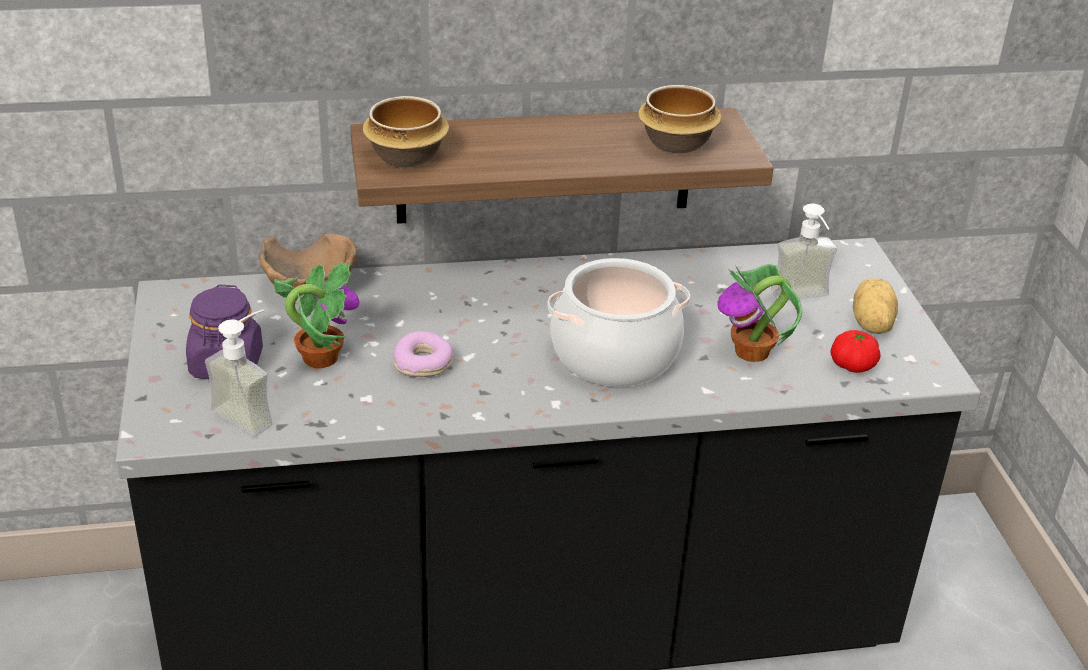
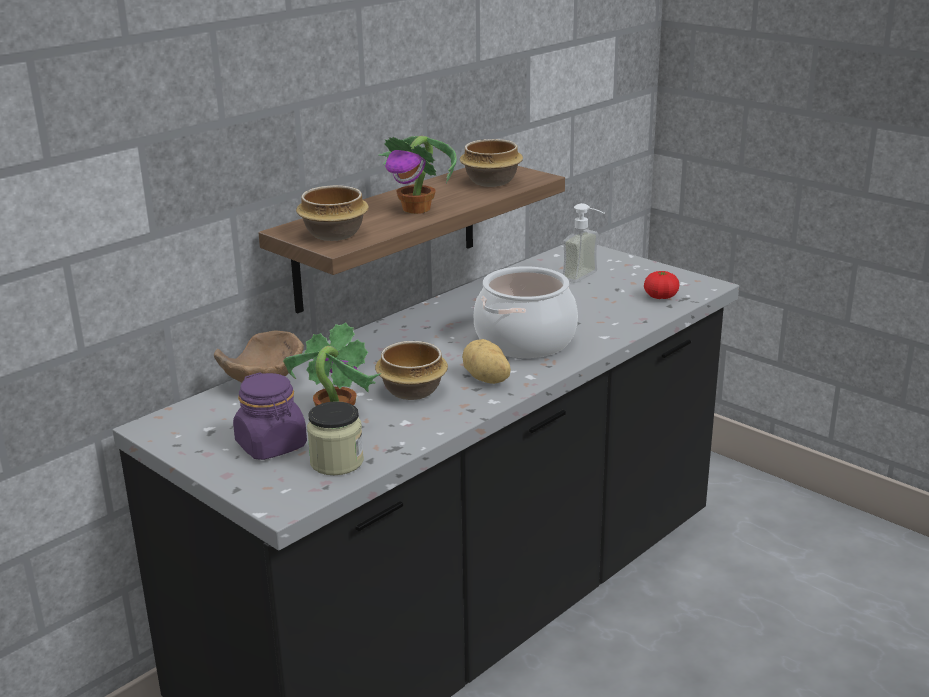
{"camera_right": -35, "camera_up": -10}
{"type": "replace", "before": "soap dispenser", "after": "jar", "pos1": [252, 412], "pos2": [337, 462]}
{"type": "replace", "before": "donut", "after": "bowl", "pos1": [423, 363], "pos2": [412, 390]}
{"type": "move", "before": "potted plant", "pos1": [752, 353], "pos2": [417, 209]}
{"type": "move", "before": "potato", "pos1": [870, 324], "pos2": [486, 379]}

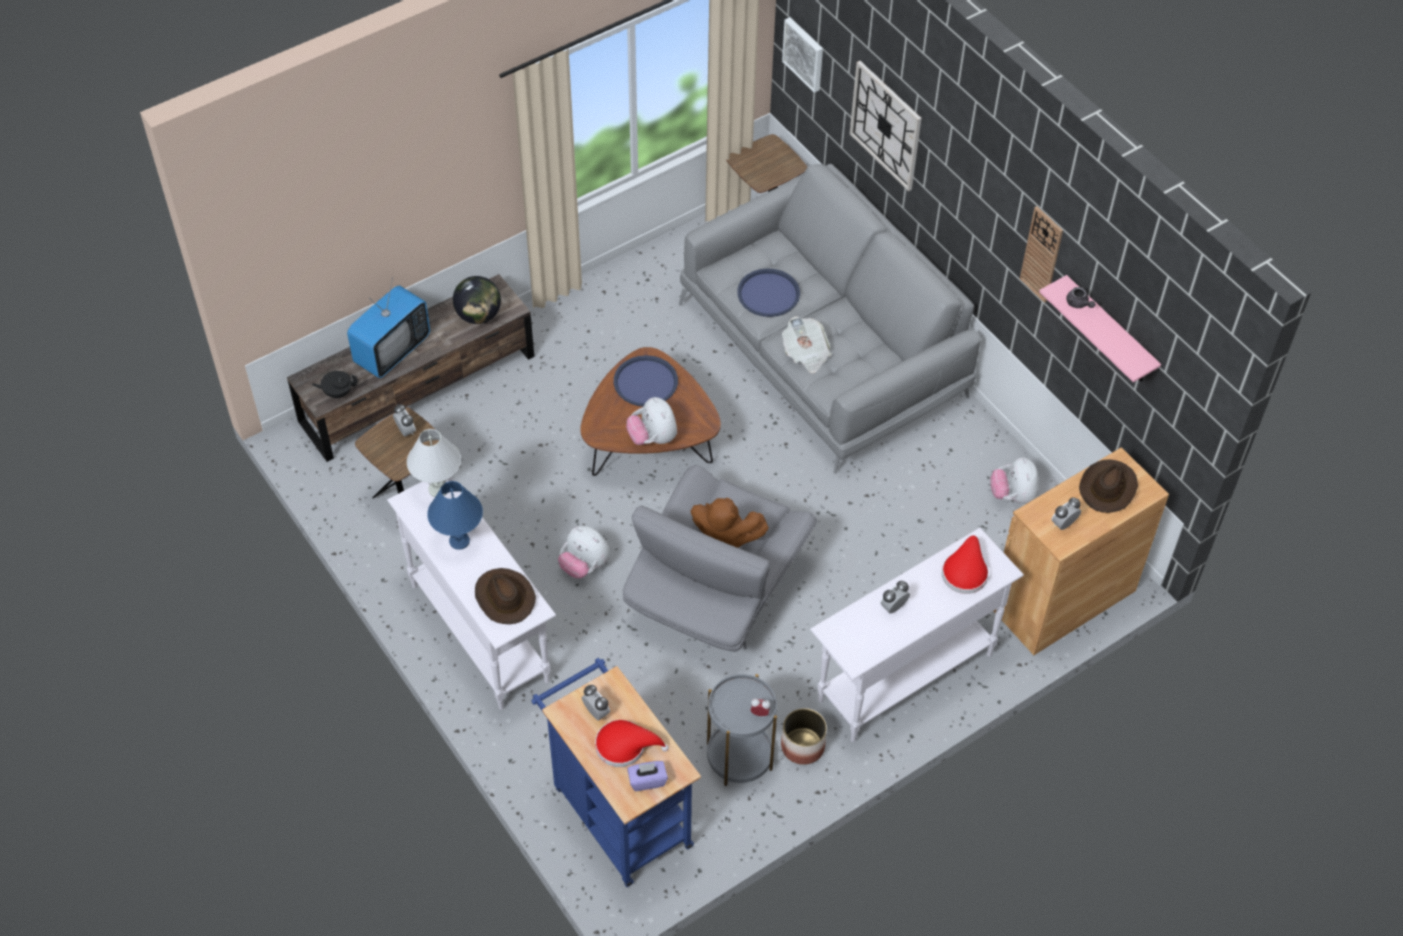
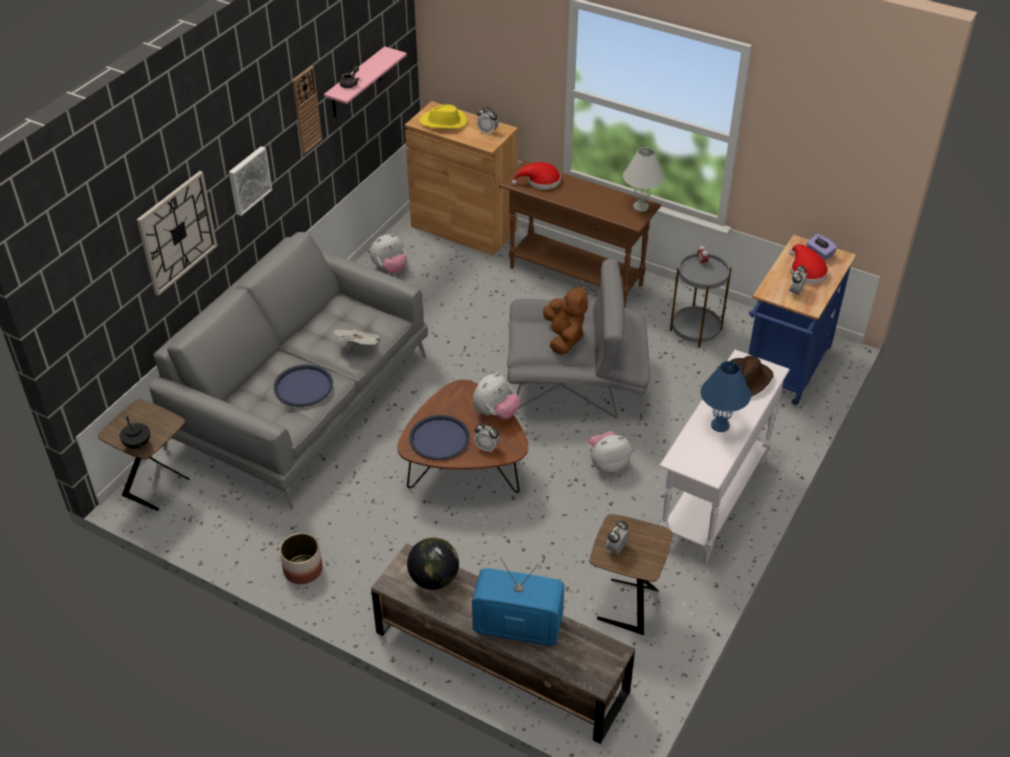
{"camera_right": -115, "camera_up": -10}
{"type": "move", "before": "teapot in black", "pos1": [337, 392], "pos2": [137, 445]}
{"type": "move", "before": "picture", "pos1": [804, 53], "pos2": [248, 180]}
{"type": "move", "before": "planter", "pos1": [803, 746], "pos2": [302, 569]}
{"type": "recolor", "before": "hat in brown", "after": "hat in yellow", "pos1": [1108, 487], "pos2": [443, 122]}
{"type": "move", "before": "alarm clock", "pos1": [893, 607], "pos2": [487, 447]}
{"type": "recolor", "before": "console table in white", "after": "console table in brown", "pos1": [904, 677], "pos2": [576, 277]}
{"type": "rotate", "before": "plush toy", "pos1": [584, 565], "pos2": [607, 464], "turn": -120}
{"type": "move", "before": "table lamp in white", "pos1": [438, 489], "pos2": [641, 207]}

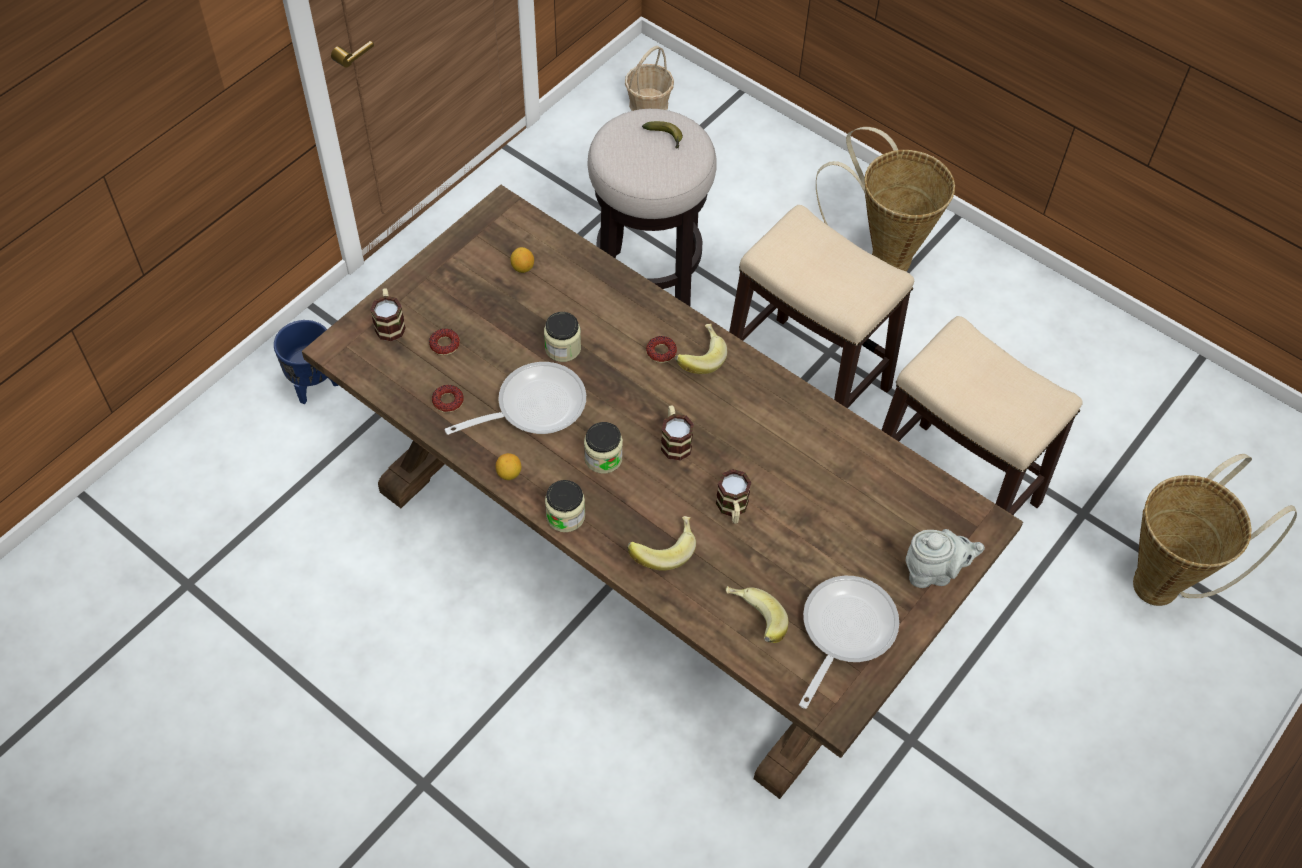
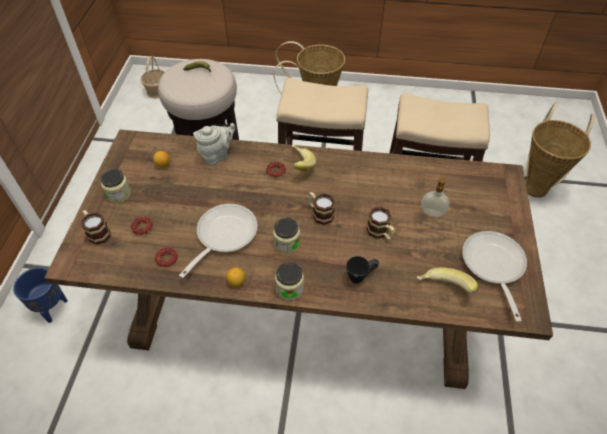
{"camera_right": -30, "camera_up": -5}
{"type": "move", "before": "jar", "pos1": [563, 348], "pos2": [119, 194]}
{"type": "move", "before": "teapot in grey", "pos1": [933, 572], "pos2": [217, 155]}
{"type": "replace", "before": "banana", "after": "mug in black", "pos1": [662, 549], "pos2": [361, 276]}
{"type": "insert", "after": "soap dispenser", "pos2": [432, 214]}

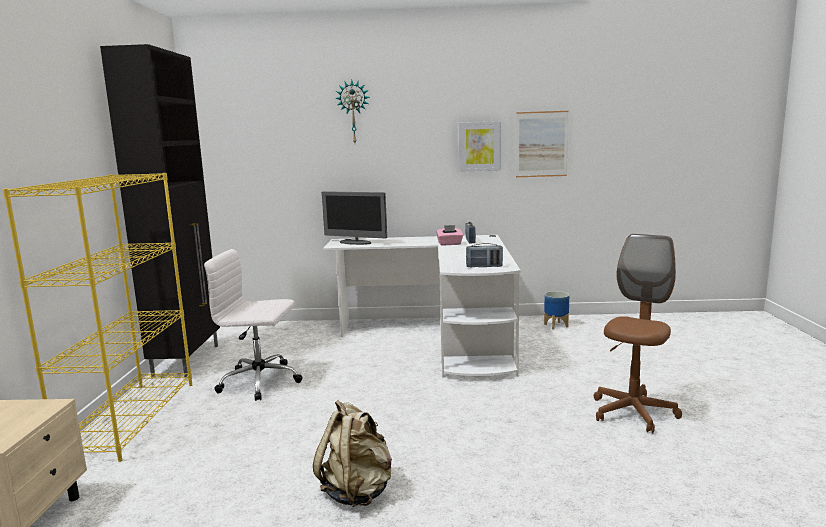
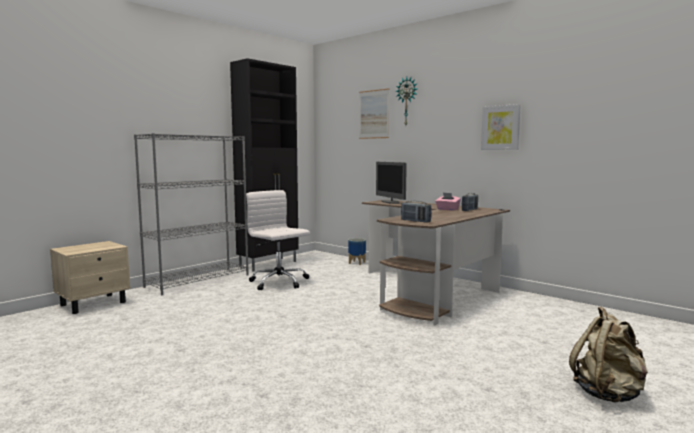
{"camera_right": 40, "camera_up": -5}
{"type": "recolor", "before": "bookcase in yellow", "after": "bookcase in grey", "pos1": [131, 418], "pos2": [198, 280]}
{"type": "move", "before": "planter", "pos1": [556, 325], "pos2": [357, 263]}
{"type": "move", "before": "picture", "pos1": [541, 144], "pos2": [374, 114]}
{"type": "recolor", "before": "desk in white", "after": "desk in brown", "pos1": [441, 339], "pos2": [430, 290]}
{"type": "move", "before": "backpack in beige", "pos1": [357, 491], "pos2": [608, 394]}
{"type": "delete", "before": "office chair in brown", "pos1": [633, 412]}

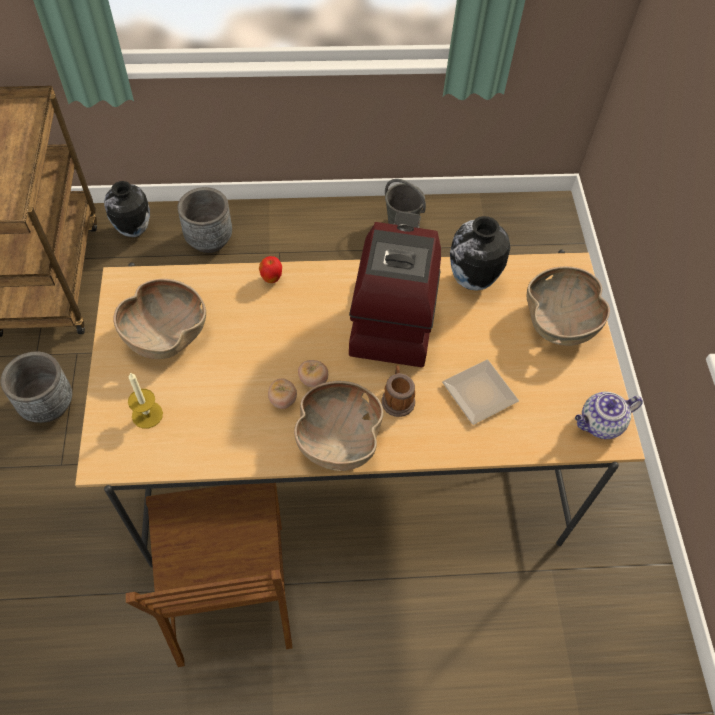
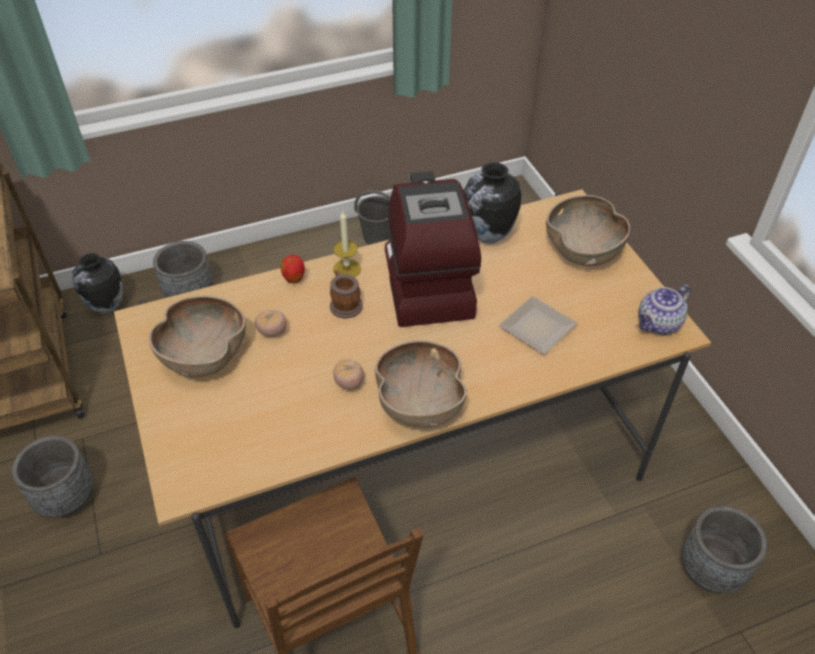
{"camera_right": -15, "camera_up": -10}
{"type": "move", "before": "tomato", "pos1": [313, 380], "pos2": [272, 331]}
{"type": "move", "before": "mug", "pos1": [397, 398], "pos2": [344, 304]}
{"type": "move", "before": "candle", "pos1": [147, 414], "pos2": [347, 269]}
{"type": "insert", "after": "planter in grey", "pos2": [711, 570]}

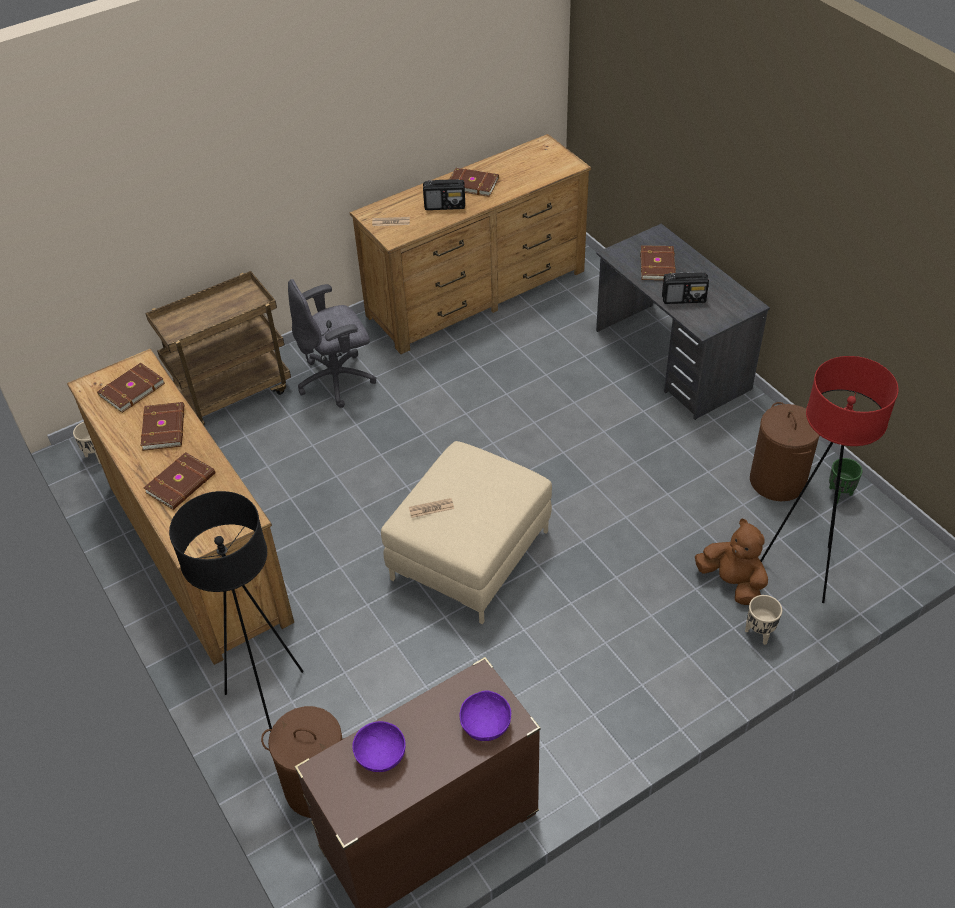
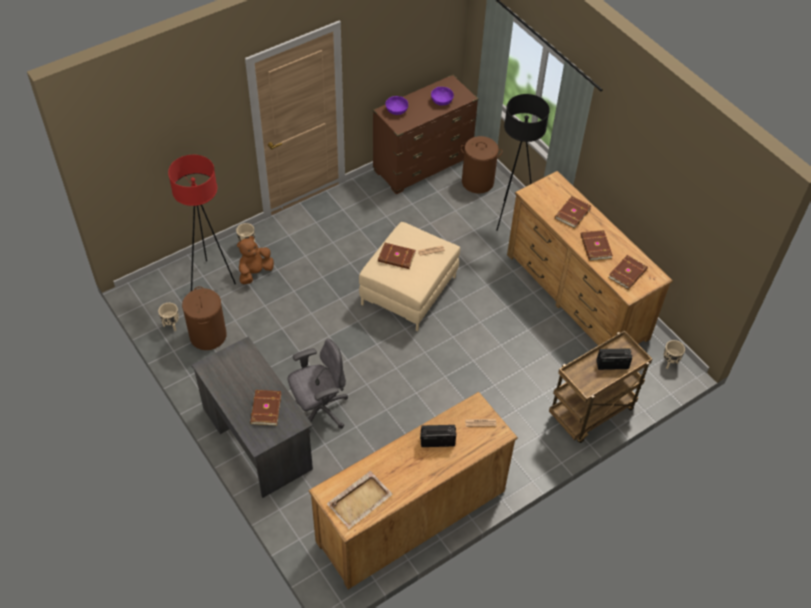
{"camera_right": 175, "camera_up": 5}
{"type": "recolor", "before": "planter in green", "after": "planter in beige", "pos1": [839, 495], "pos2": [171, 325]}
{"type": "rotate", "before": "plush toy in brown", "pos1": [732, 582], "pos2": [255, 272], "turn": 90}
{"type": "move", "before": "office chair in grey", "pos1": [337, 380], "pos2": [319, 410]}
{"type": "insert", "after": "tray in beige", "pos2": [360, 500]}
{"type": "move", "before": "book in brown", "pos1": [472, 183], "pos2": [396, 258]}
{"type": "move", "before": "radio", "pos1": [684, 298], "pos2": [612, 364]}

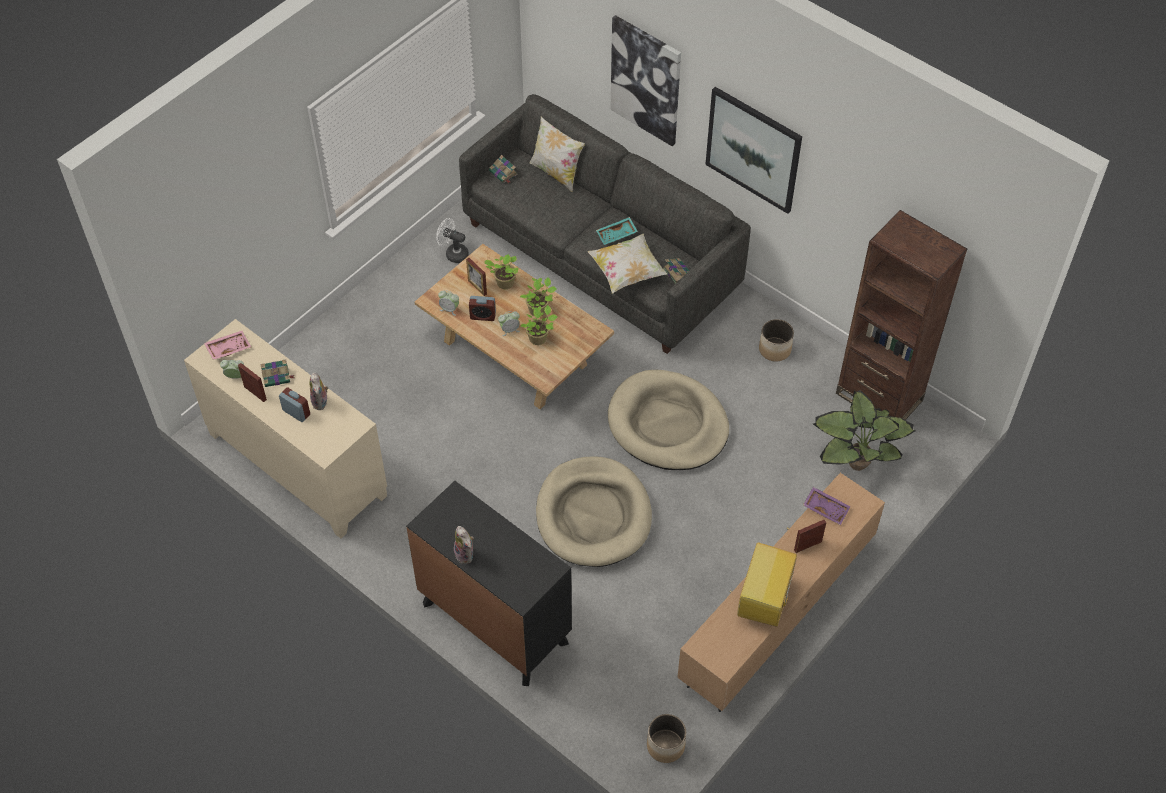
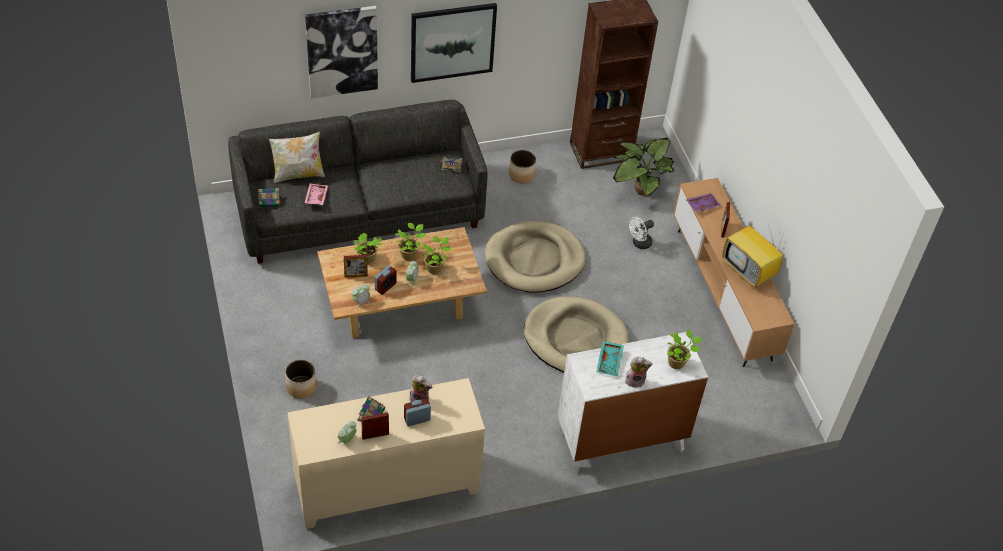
{"camera_right": -60, "camera_up": -5}
{"type": "move", "before": "planter", "pos1": [665, 745], "pos2": [301, 387]}
{"type": "move", "before": "tray in pink", "pos1": [228, 348], "pos2": [315, 197]}
{"type": "recolor", "before": "dresser in black", "after": "dresser in white", "pos1": [494, 623], "pos2": [620, 440]}
{"type": "move", "before": "tray in turquoise", "pos1": [617, 235], "pos2": [610, 362]}
{"type": "move", "before": "fan in white", "pos1": [453, 253], "pos2": [639, 243]}
{"type": "insert", "after": "potted plant", "pos2": [677, 362]}
{"type": "delete", "before": "pillow", "pos1": [627, 273]}

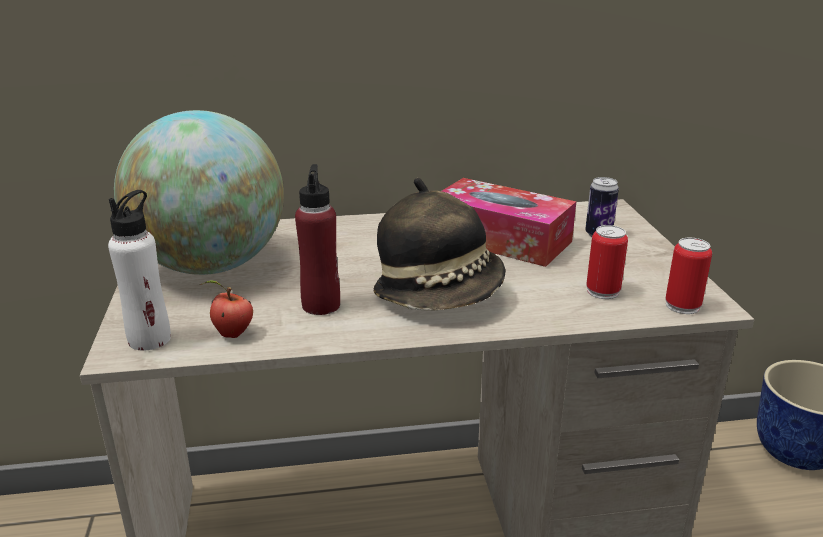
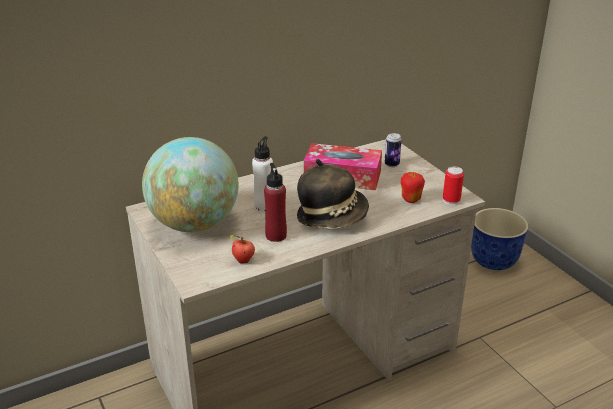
{"camera_right": -20, "camera_up": 5}
{"type": "move", "before": "bottle in white", "pos1": [150, 339], "pos2": [264, 205]}
{"type": "replace", "before": "can", "after": "apple", "pos1": [603, 291], "pos2": [411, 199]}

